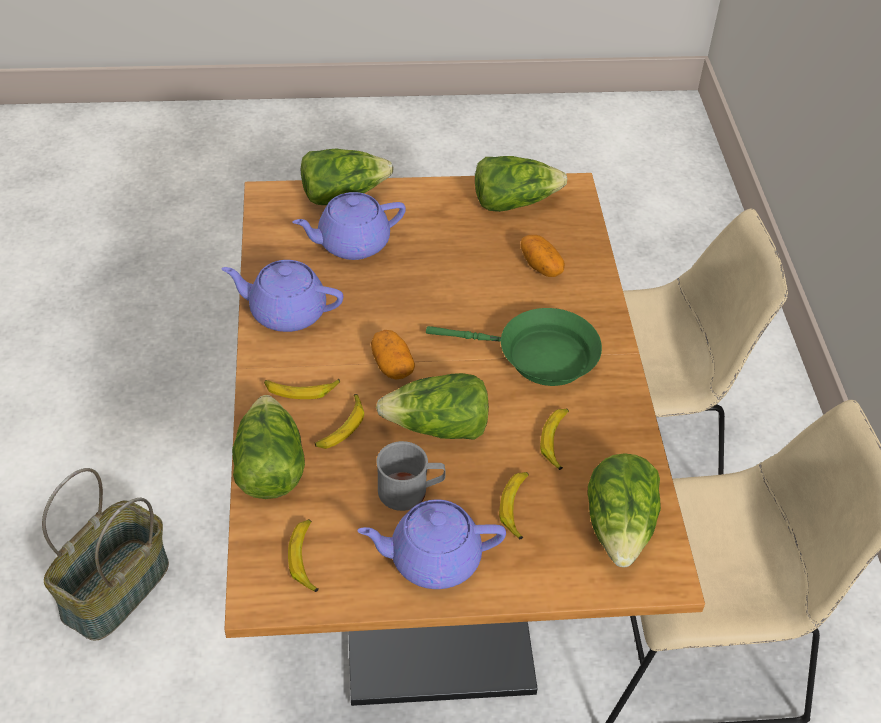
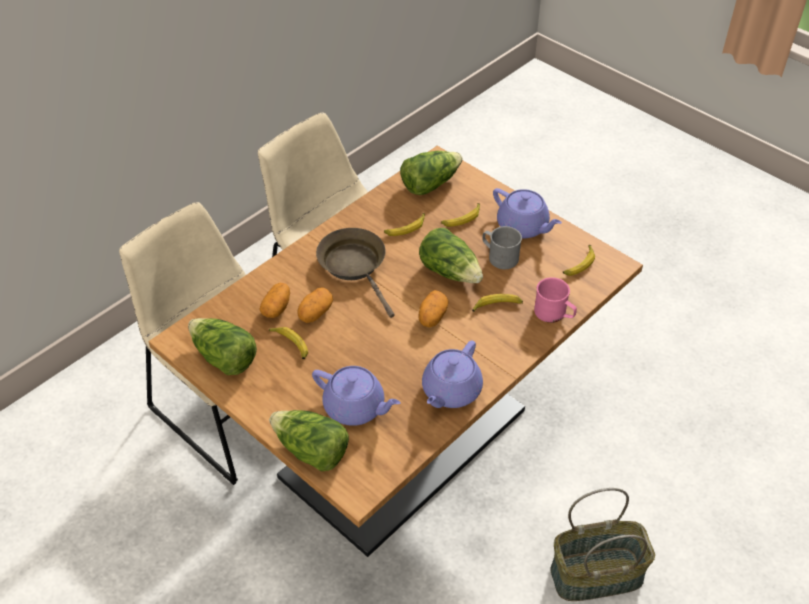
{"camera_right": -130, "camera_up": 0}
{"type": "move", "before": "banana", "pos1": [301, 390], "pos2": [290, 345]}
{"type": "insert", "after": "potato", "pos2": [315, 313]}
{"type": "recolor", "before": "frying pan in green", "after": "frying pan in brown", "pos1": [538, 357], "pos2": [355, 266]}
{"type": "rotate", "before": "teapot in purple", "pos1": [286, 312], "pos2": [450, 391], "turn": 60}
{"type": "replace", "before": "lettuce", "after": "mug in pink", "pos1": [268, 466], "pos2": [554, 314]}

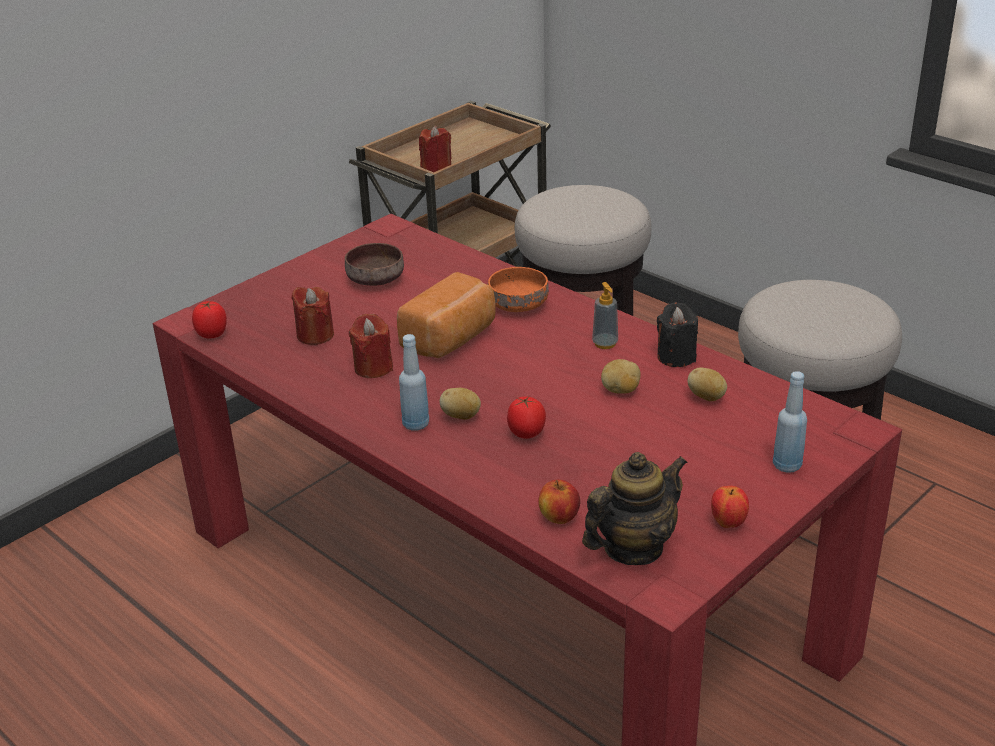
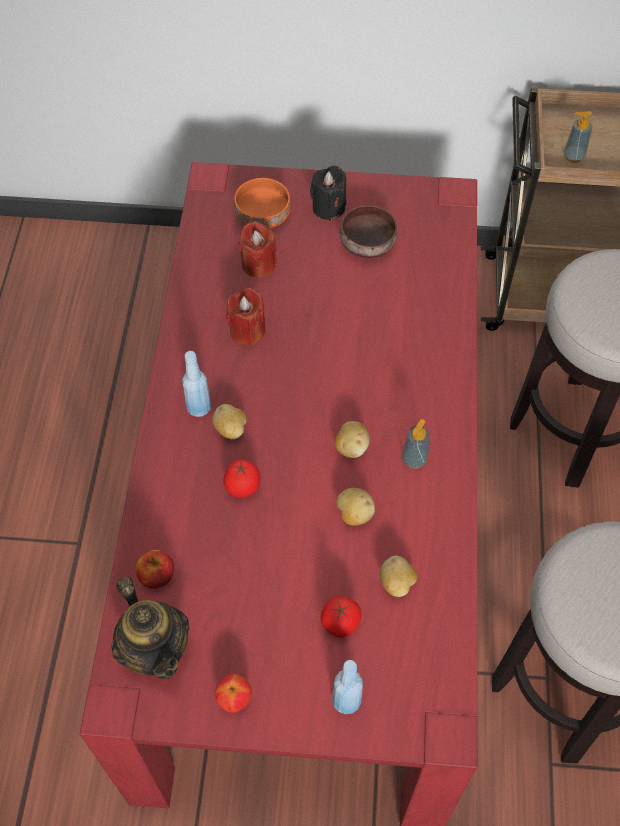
{"camera_right": 50, "camera_up": 25}
{"type": "rotate", "before": "teapot", "pos1": [633, 548], "pos2": [156, 649], "turn": 45}
{"type": "move", "before": "bowl in orange", "pos1": [518, 304], "pos2": [264, 214]}
{"type": "move", "before": "candle in black", "pos1": [676, 357], "pos2": [328, 208]}
{"type": "move", "before": "tomato", "pos1": [212, 334], "pos2": [340, 624]}
{"type": "insert", "after": "potato", "pos2": [351, 447]}
{"type": "replace", "before": "candle in red", "after": "soap dispenser", "pos1": [436, 167], "pos2": [573, 156]}
{"type": "delete", "before": "bread", "pos1": [452, 339]}

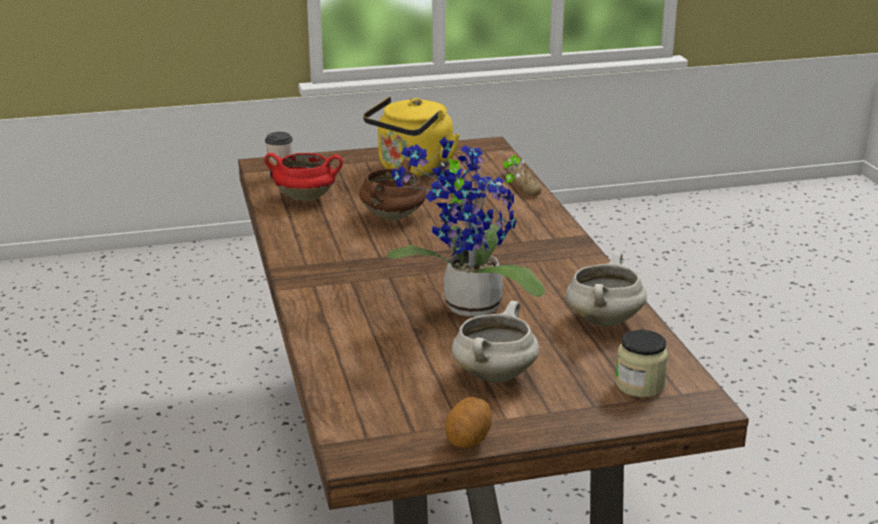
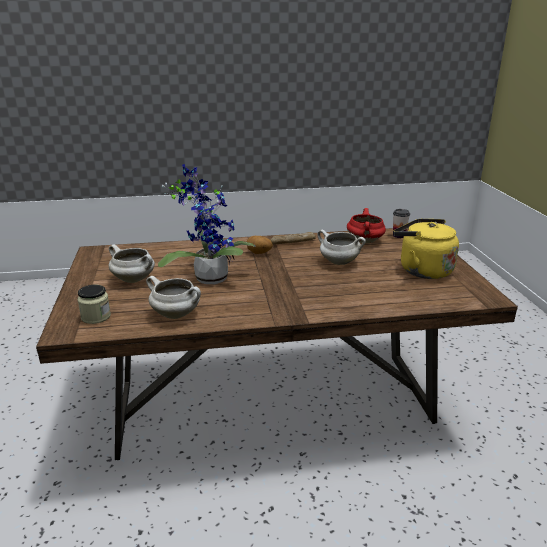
{"camera_right": 95, "camera_up": 0}
{"type": "move", "before": "potato", "pos1": [469, 441], "pos2": [259, 253]}
{"type": "move", "before": "bread", "pos1": [522, 183], "pos2": [292, 242]}
{"type": "recolor", "before": "cooking pot in brown", "after": "cooking pot in white", "pos1": [393, 217], "pos2": [338, 262]}

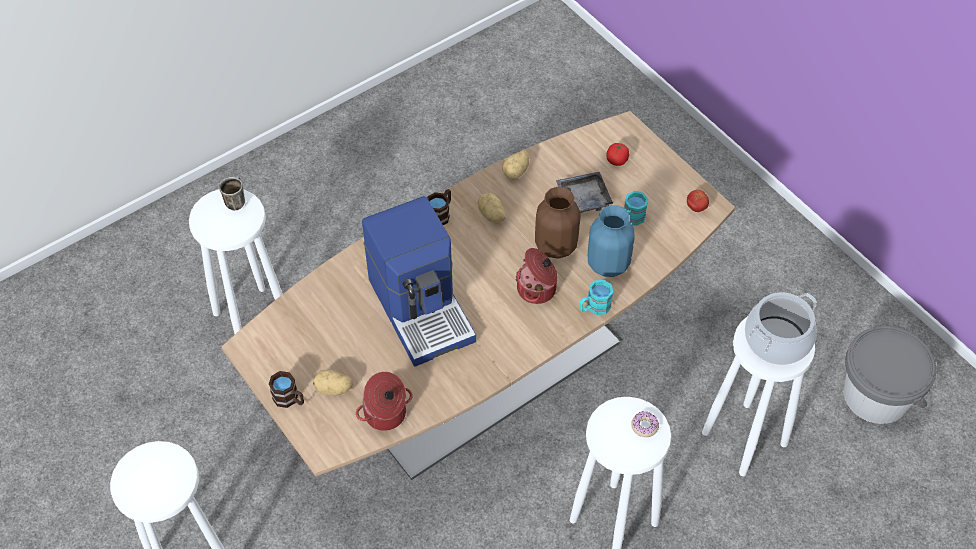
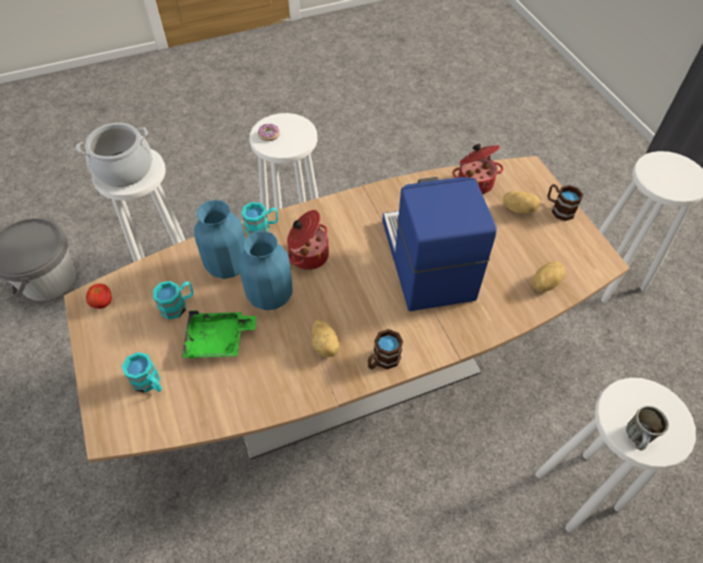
{"camera_right": -165, "camera_up": 0}
{"type": "replace", "before": "tomato", "after": "mug in turquoise", "pos1": [617, 160], "pos2": [150, 383]}
{"type": "recolor", "before": "tray in grey", "after": "tray in green", "pos1": [581, 200], "pos2": [218, 340]}
{"type": "recolor", "before": "vase in brown", "after": "vase in blue", "pos1": [556, 245], "pos2": [270, 295]}
{"type": "move", "before": "potato", "pos1": [516, 172], "pos2": [544, 283]}

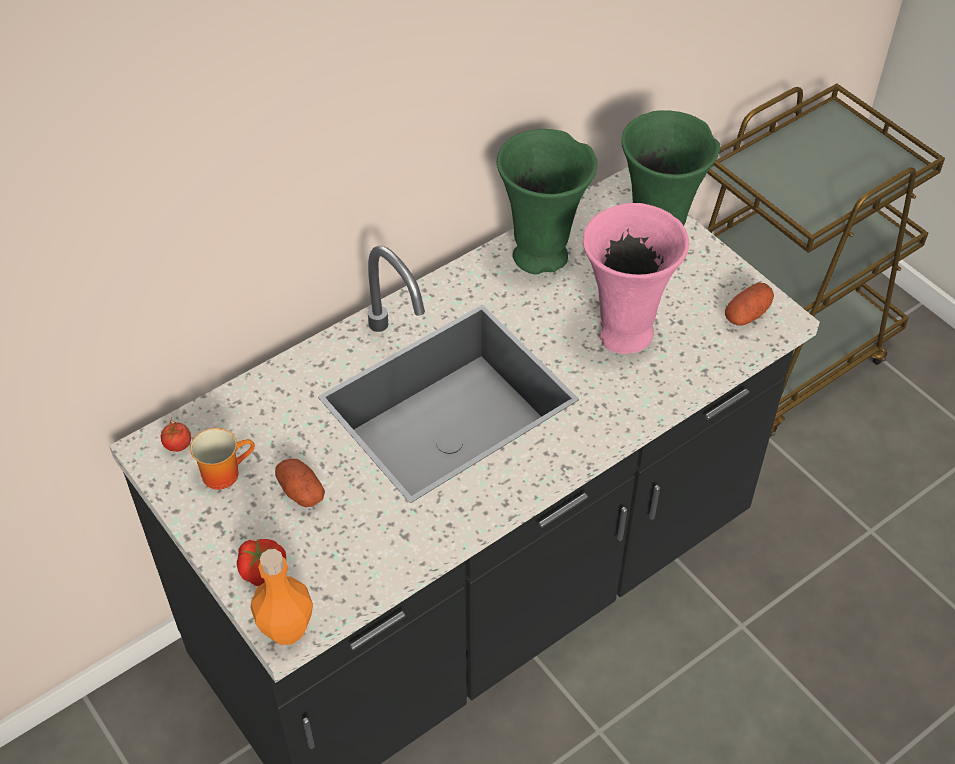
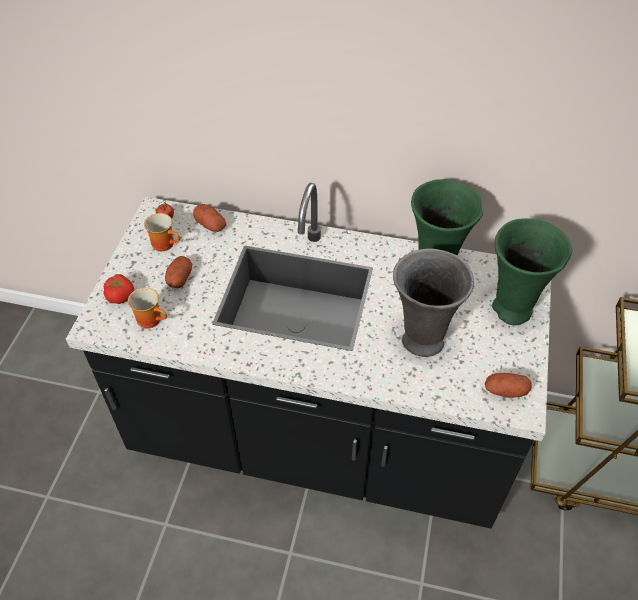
{"camera_right": 50, "camera_up": 0}
{"type": "insert", "after": "mug", "pos2": [152, 319]}
{"type": "insert", "after": "potato", "pos2": [210, 225]}
{"type": "recolor", "before": "vase in pink", "after": "vase in grey", "pos1": [623, 334], "pos2": [421, 341]}
{"type": "delete", "before": "bottle in orange", "pos1": [286, 629]}

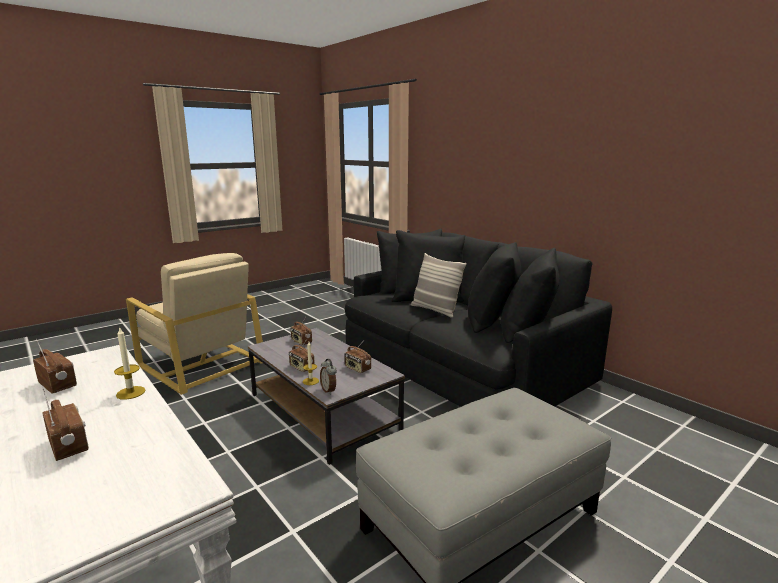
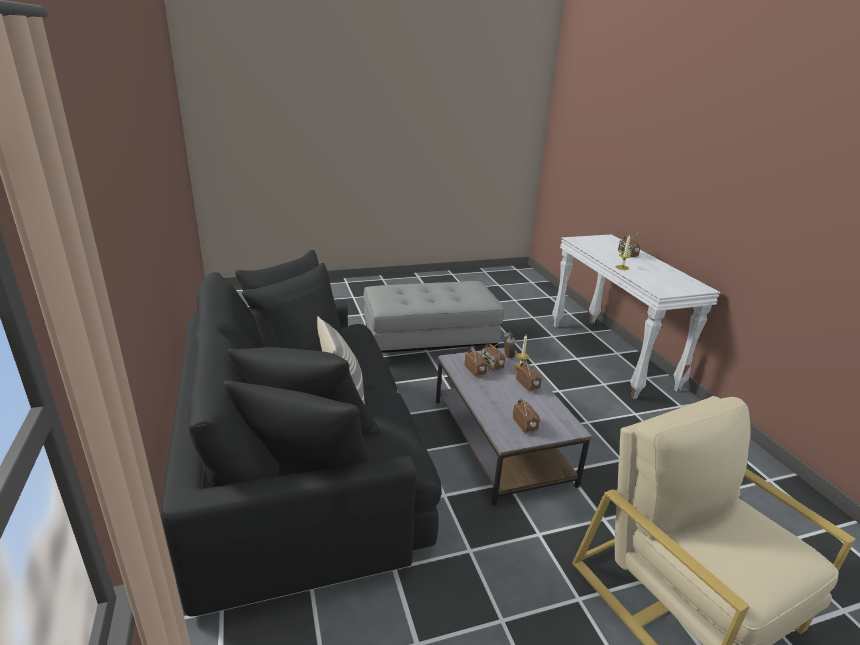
{"camera_right": -160, "camera_up": 10}
{"type": "move", "before": "radio", "pos1": [58, 385], "pos2": [491, 365]}

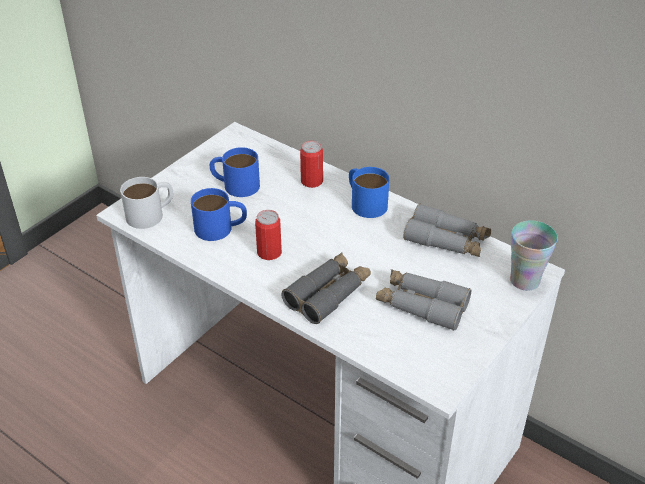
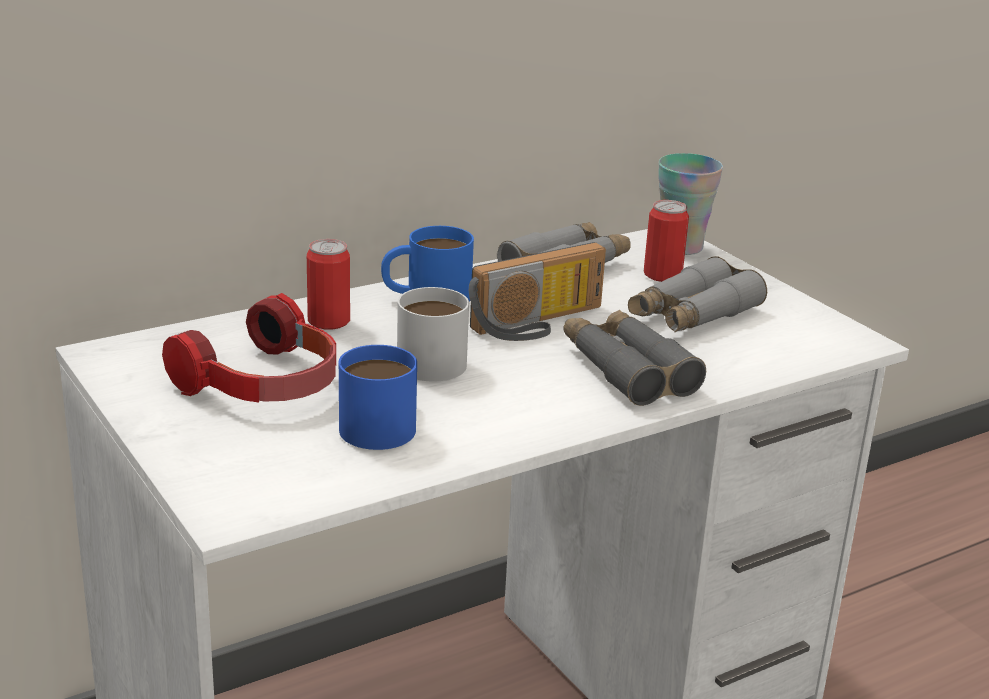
{"camera_right": -70, "camera_up": -15}
{"type": "replace", "before": "mug in blue", "after": "headphones", "pos1": [235, 184], "pos2": [265, 384]}
{"type": "move", "before": "mug in white", "pos1": [151, 213], "pos2": [428, 358]}
{"type": "insert", "after": "radio", "pos2": [540, 324]}
{"type": "move", "before": "can", "pos1": [269, 252], "pos2": [662, 275]}

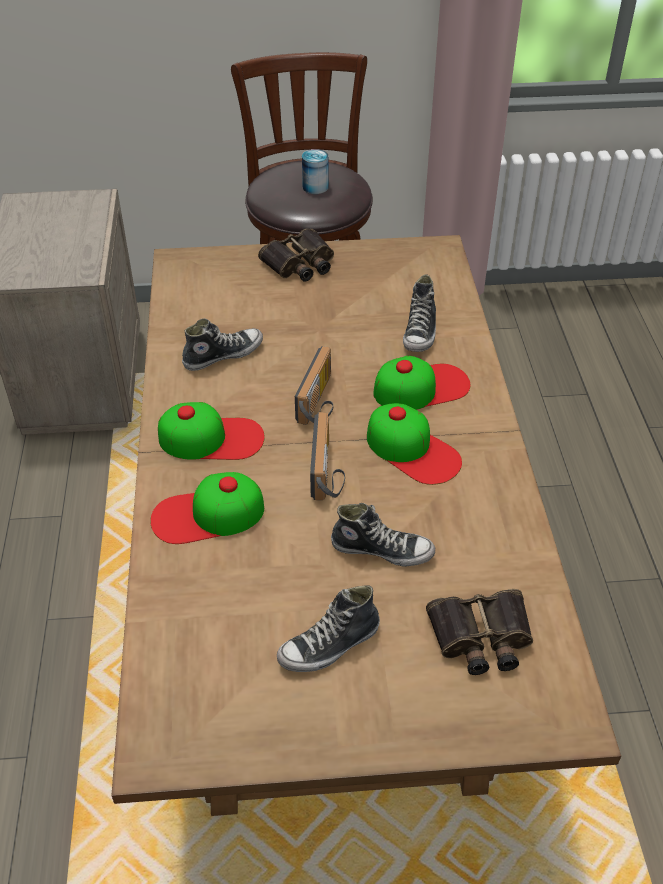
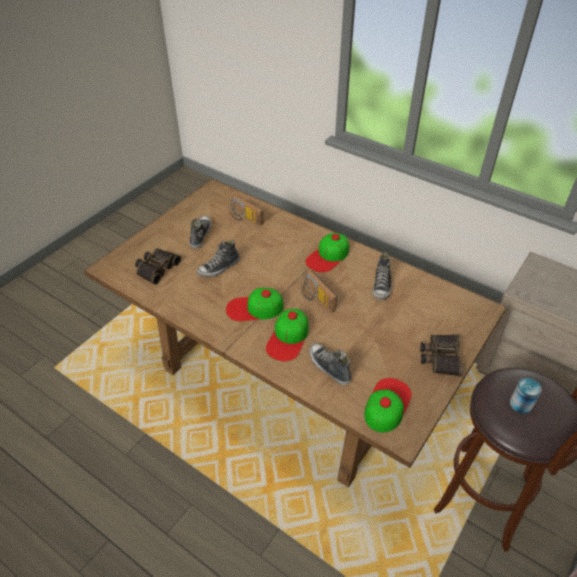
{"camera_right": 130, "camera_up": 0}
{"type": "move", "before": "radio", "pos1": [329, 471], "pos2": [244, 218]}
{"type": "move", "before": "cap", "pos1": [207, 515], "pos2": [387, 404]}

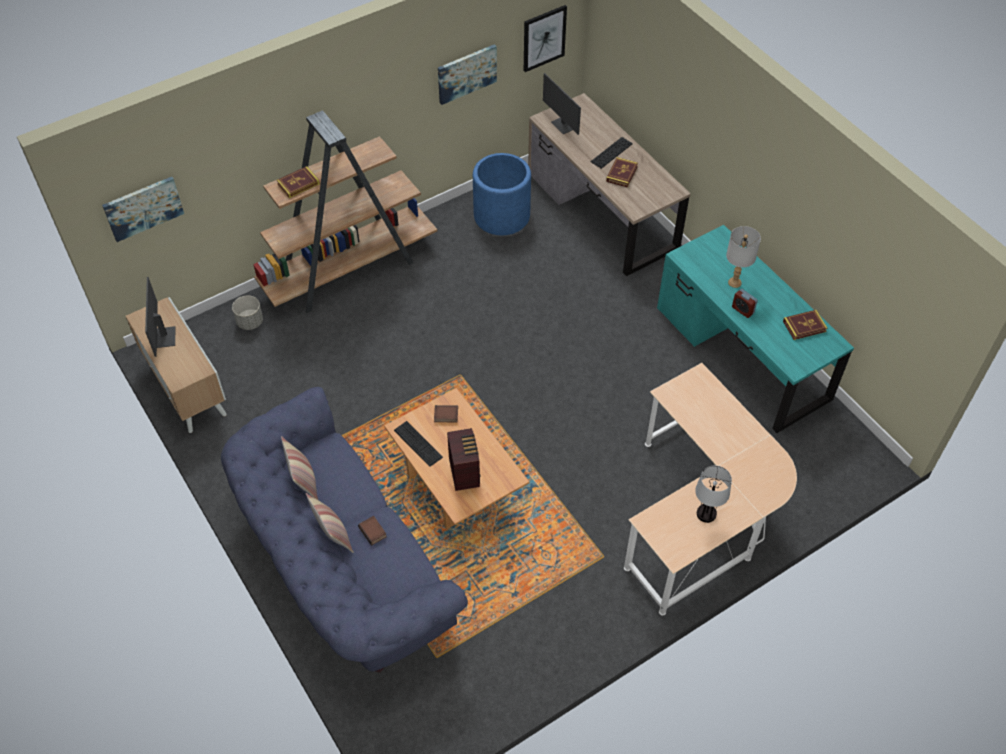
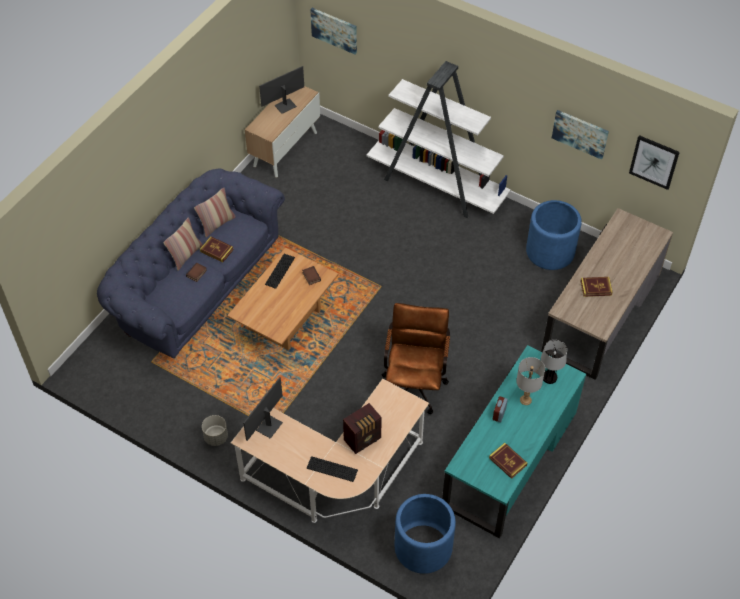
{"camera_right": 65, "camera_up": 0}
{"type": "move", "before": "book", "pos1": [298, 184], "pos2": [216, 250]}
{"type": "move", "before": "planter in grey", "pos1": [250, 322], "pos2": [216, 437]}
{"type": "move", "before": "monitor", "pos1": [563, 125], "pos2": [268, 426]}
{"type": "move", "before": "keyboard", "pos1": [611, 153], "pos2": [332, 469]}
{"type": "move", "before": "radio", "pos1": [465, 472], "pos2": [363, 439]}
{"type": "recolor", "before": "bookcase in brown", "after": "bookcase in white", "pos1": [350, 269], "pos2": [437, 186]}
{"type": "insert", "after": "office chair in brown", "pos2": [415, 382]}
{"type": "insert", "after": "planter in blue", "pos2": [423, 547]}
{"type": "move", "before": "table lamp", "pos1": [706, 514], "pos2": [549, 377]}

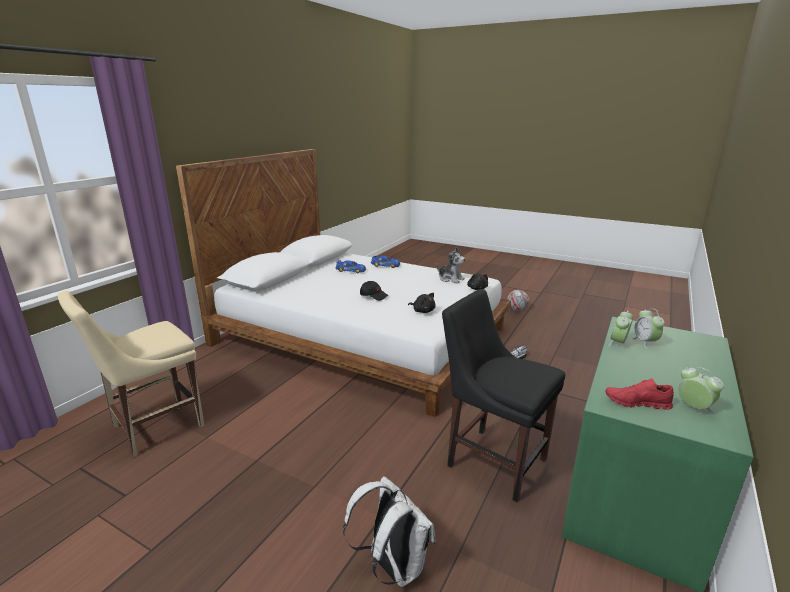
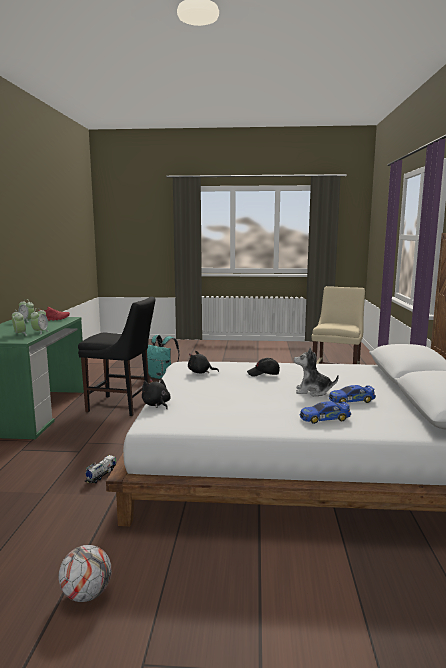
{"camera_right": 155, "camera_up": -10}
{"type": "recolor", "before": "backpack in white", "after": "backpack in turquoise", "pos1": [392, 566], "pos2": [161, 376]}
{"type": "move", "before": "plush toy", "pos1": [450, 279], "pos2": [313, 391]}

